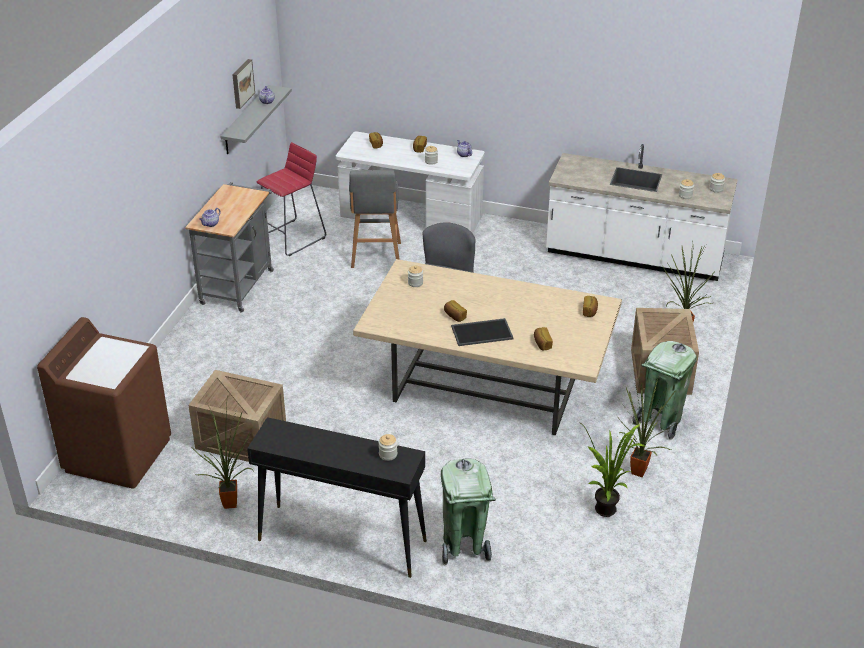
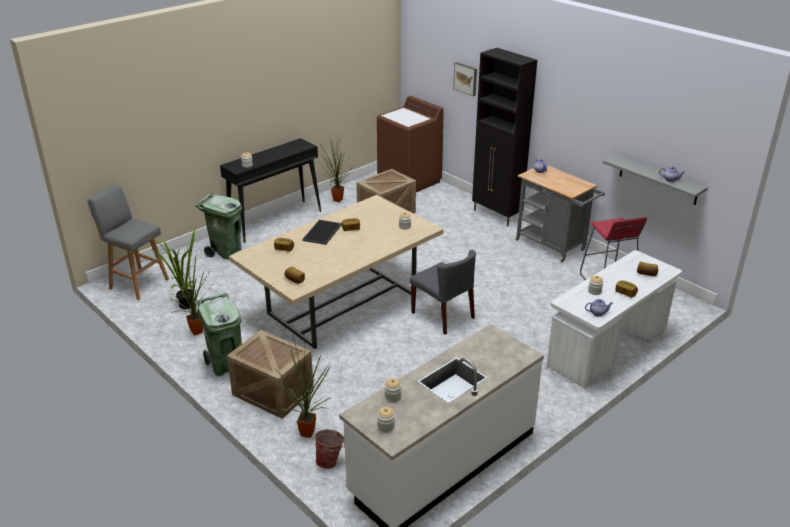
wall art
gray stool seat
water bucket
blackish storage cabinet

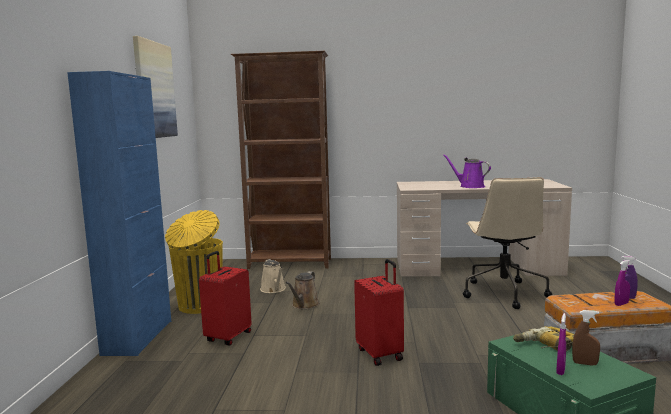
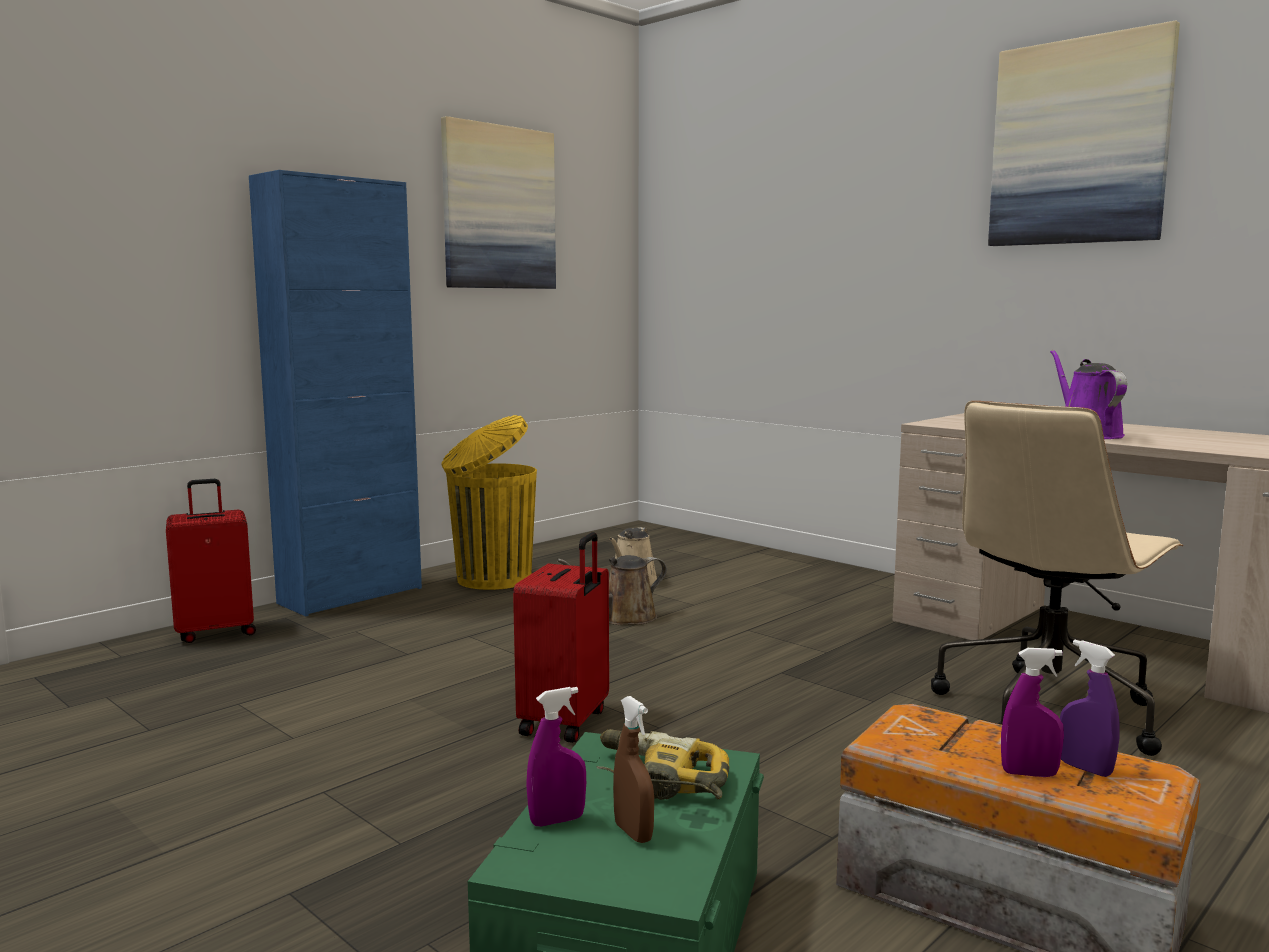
reddish suitcase (1st from left)
brownish bookcase
wall art (2nd from left)

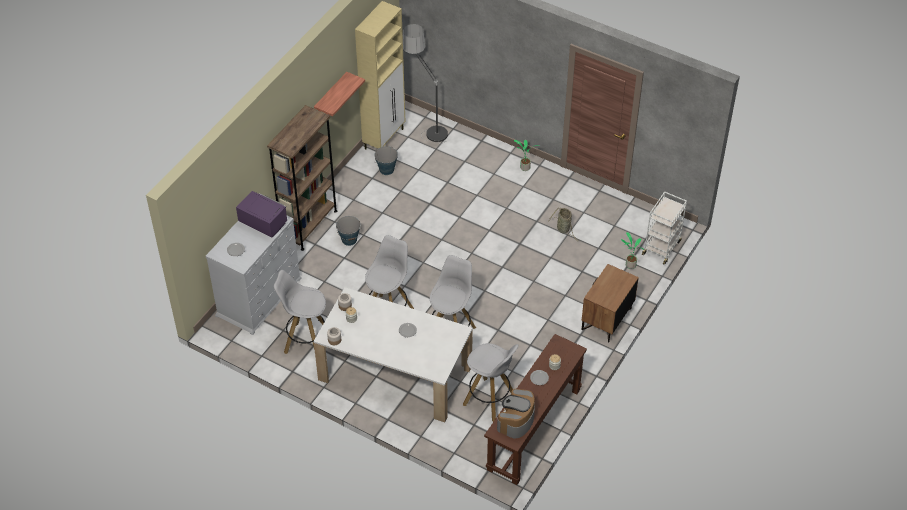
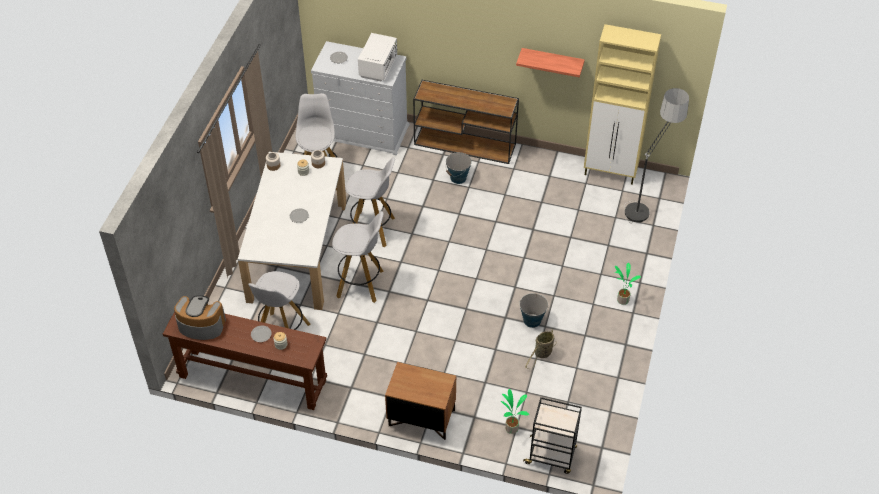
whitish microwave oven
brownish console table (2nd from left)
water bucket (2nd from left)
blackish trolley

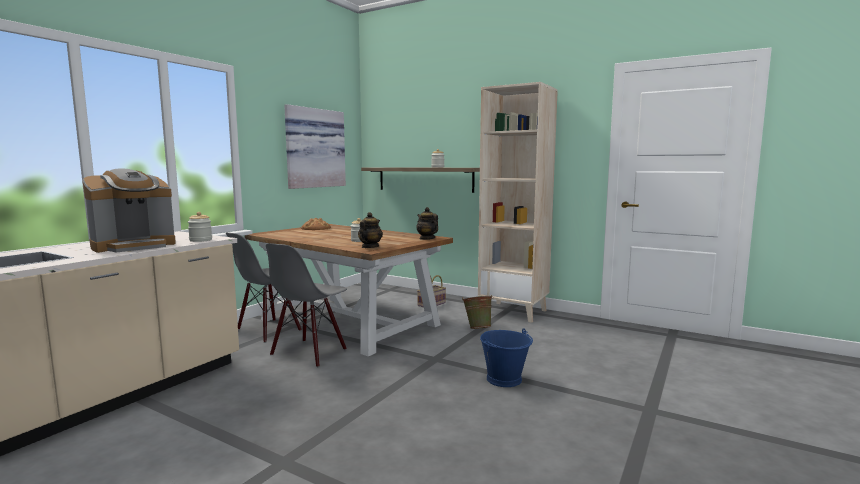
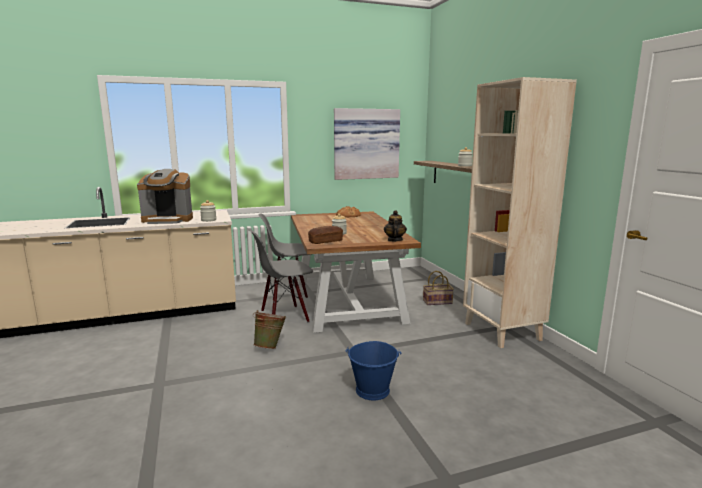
bakery bread (1st from left)
green-coloured water bucket

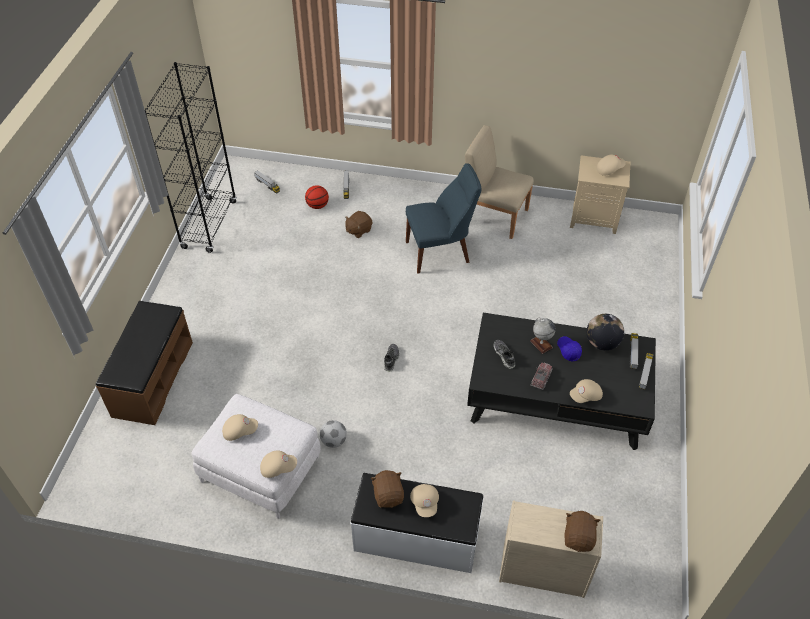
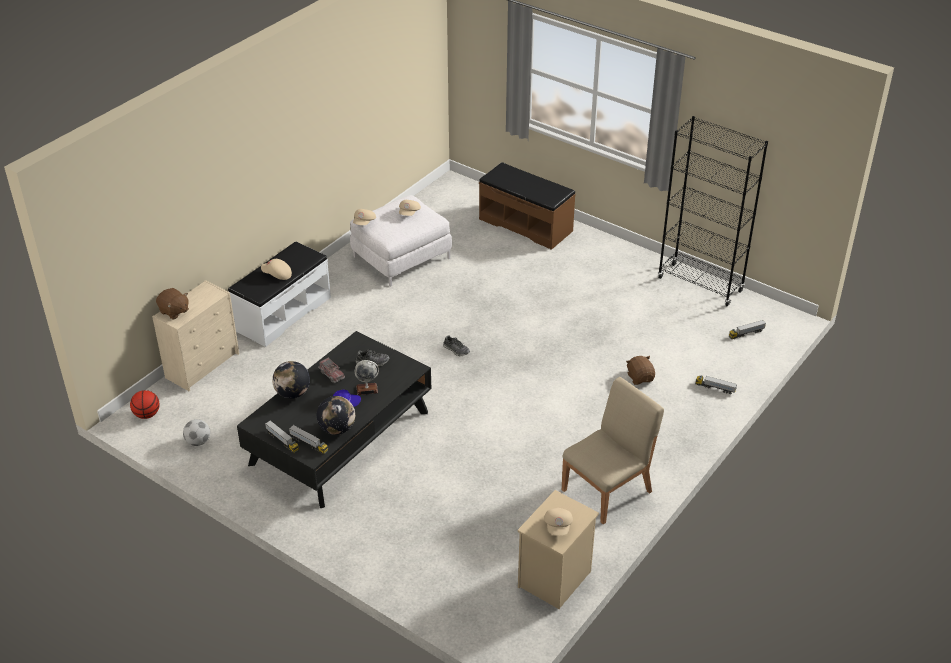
basketball
ball for football
brownish cuddly toy (2nd from left in the first image)
blue-coloured plain chair
desk globe (1st from left)

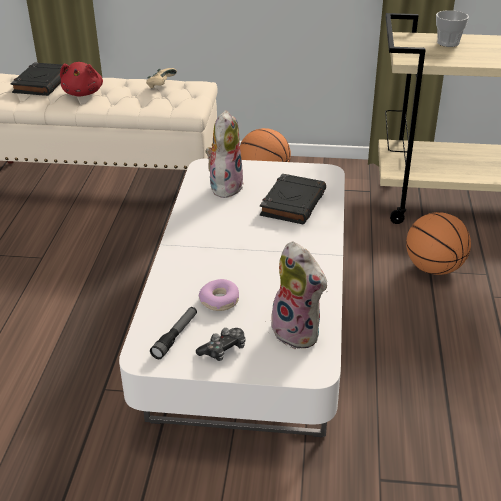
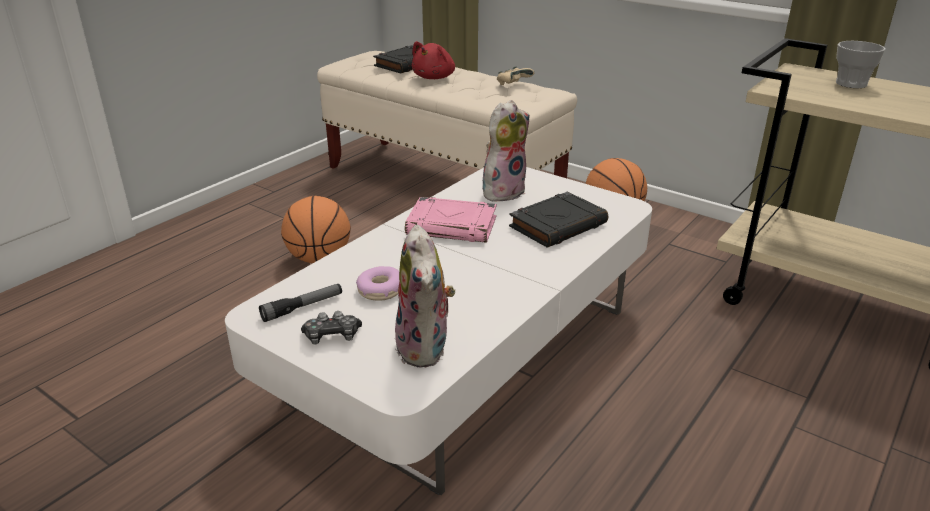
basketball (1st from left)
pink bound book

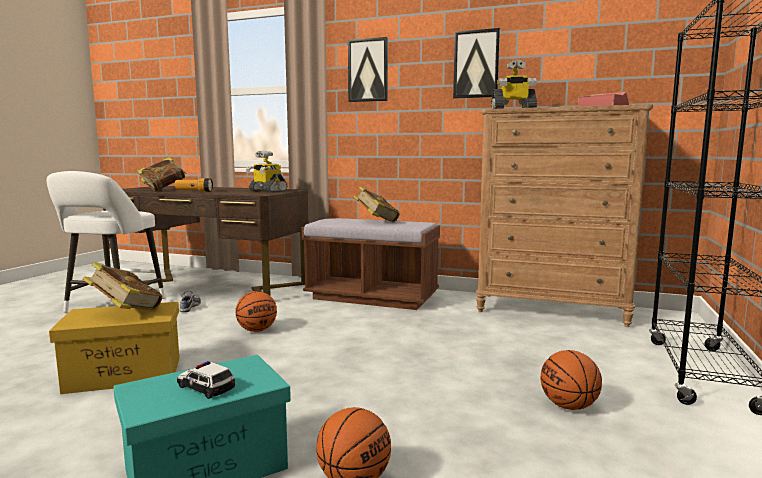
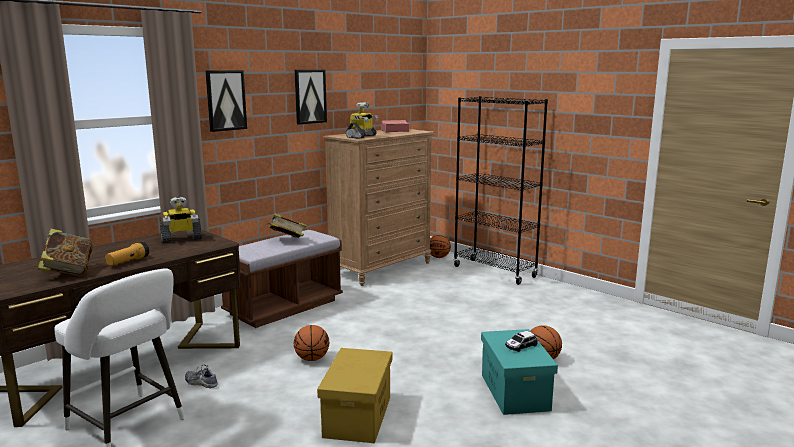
bound book (1st from left in the first image)
basketball (2nd from left)

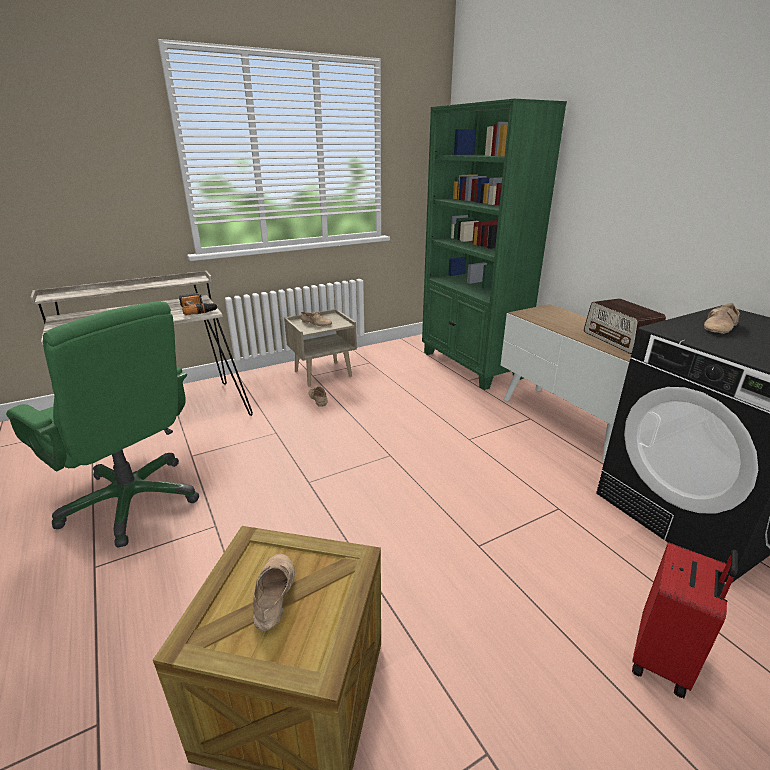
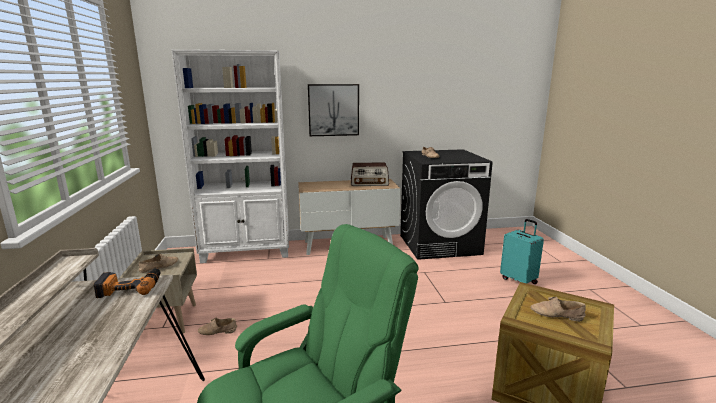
whitish bookcase
turquoise suitcase
wall art

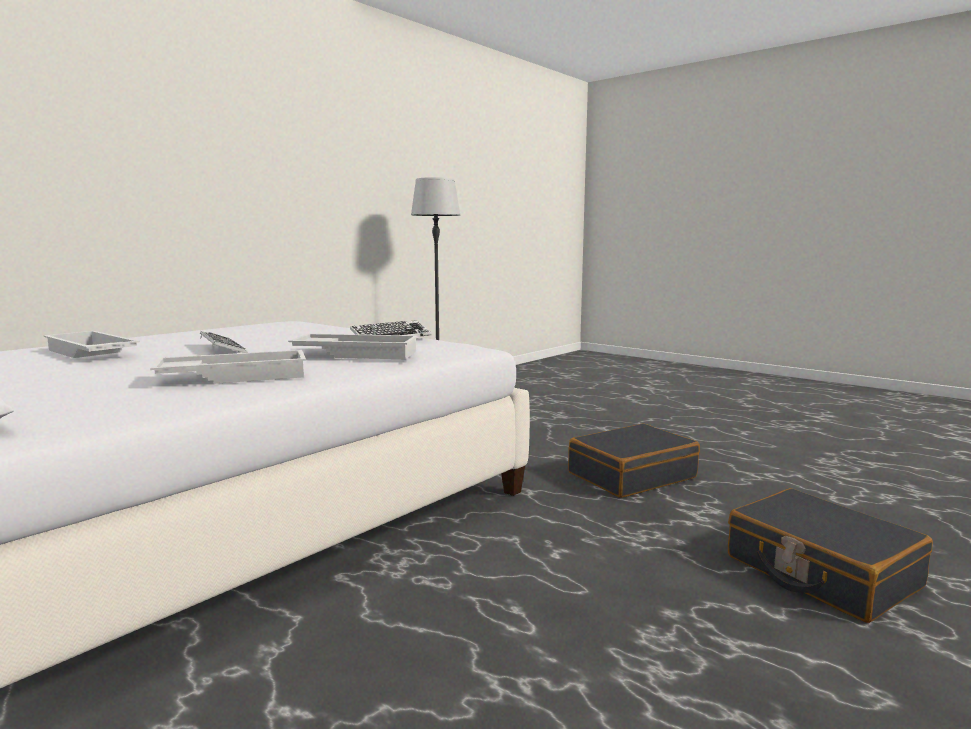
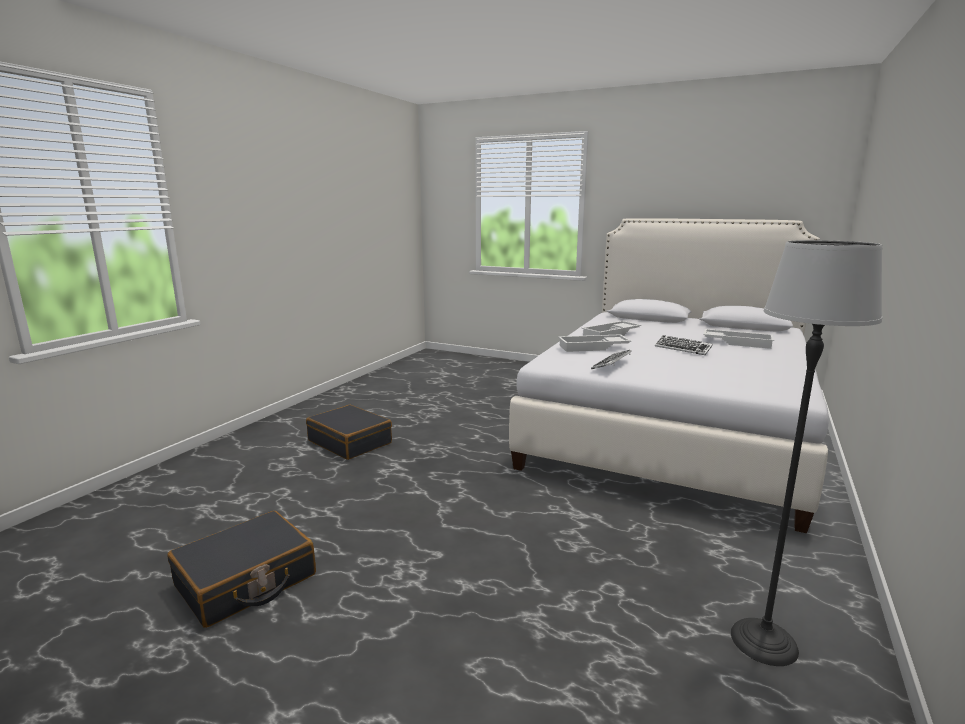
blackish suitcase (1st from left)

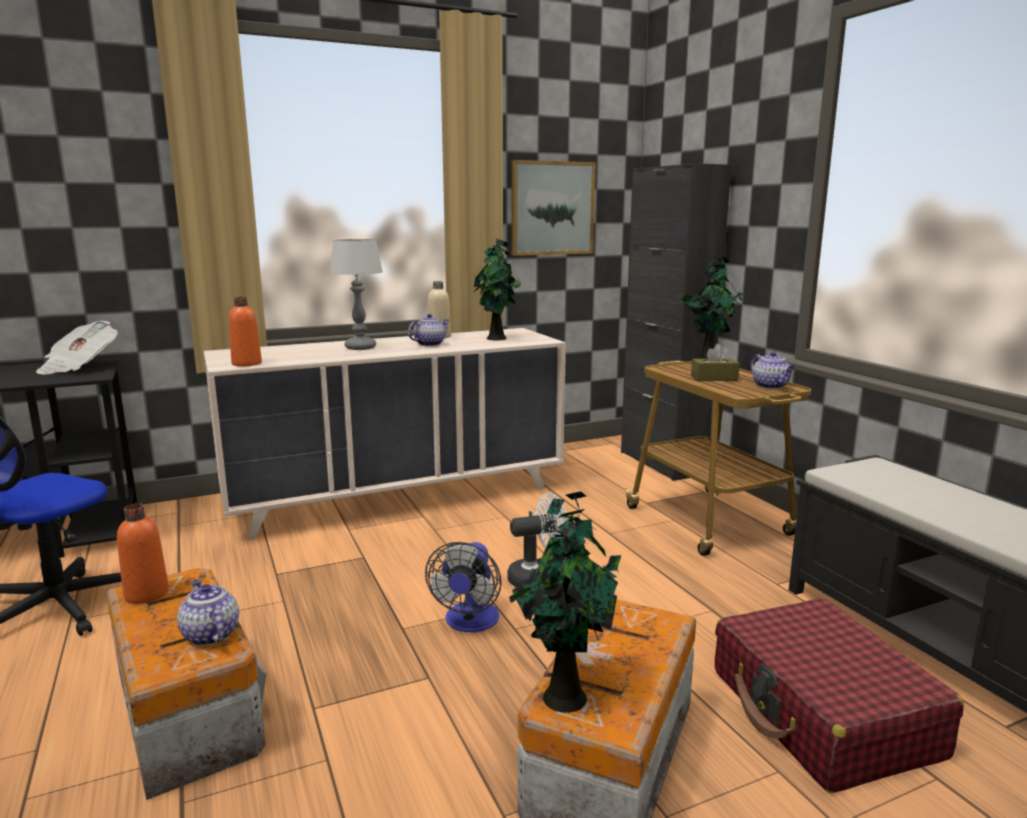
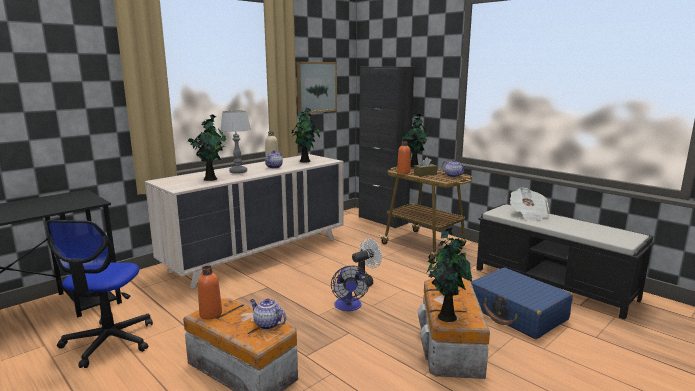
newspaper
orangey bottle (2nd from left)
blue-coloured suitcase
potted plant (1st from left)

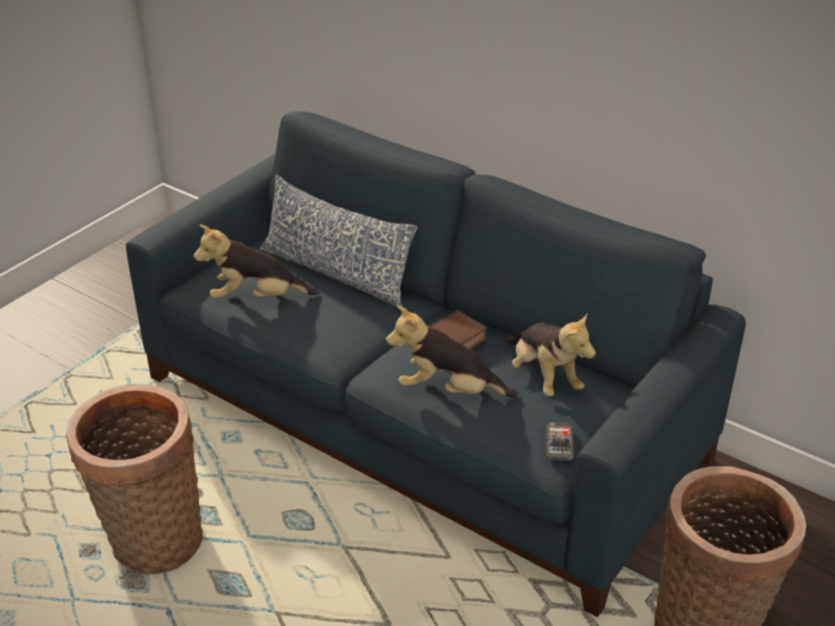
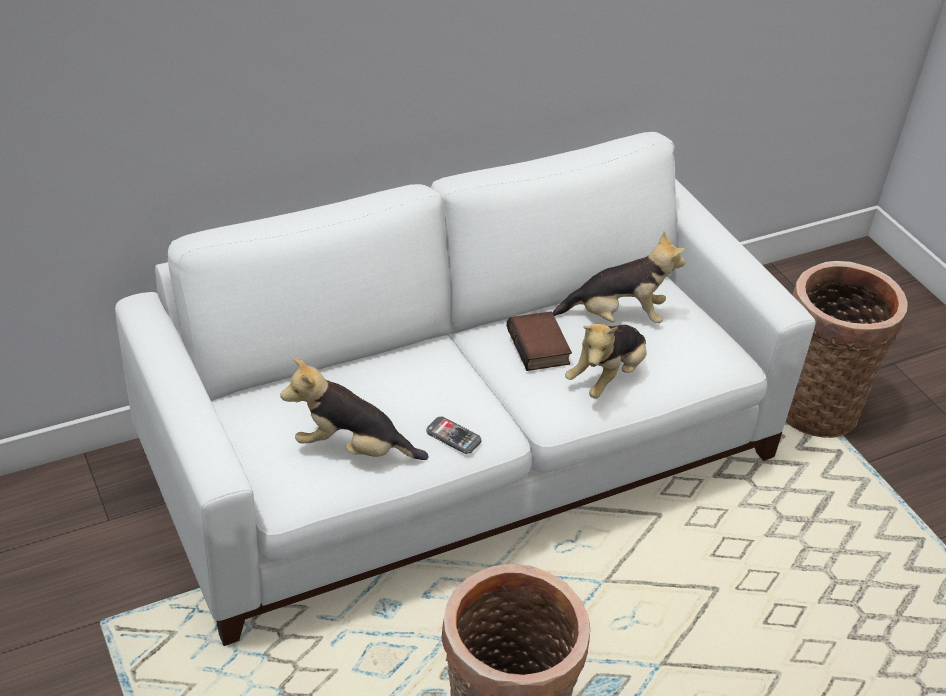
whitish couch
cuddly toy (1st from left)
pillow
telephone

